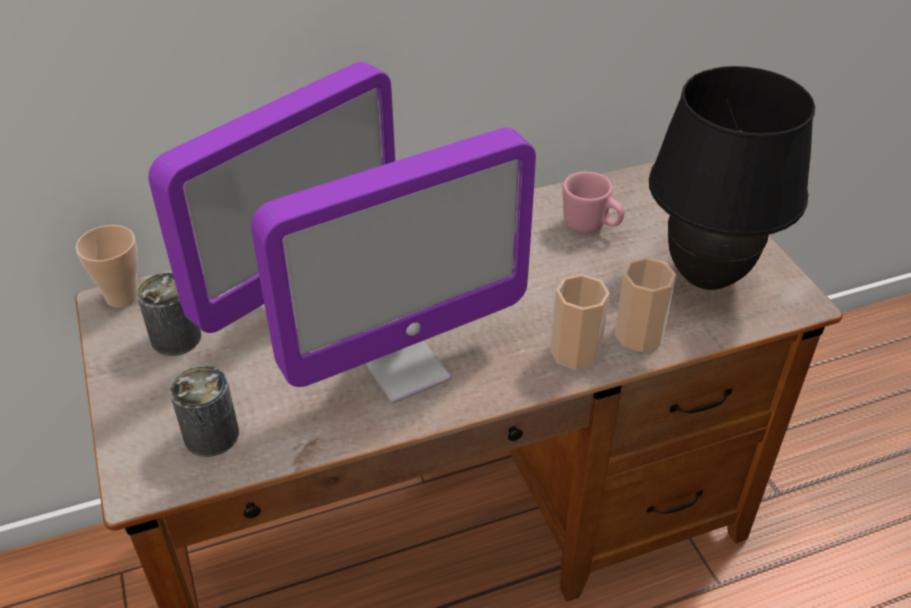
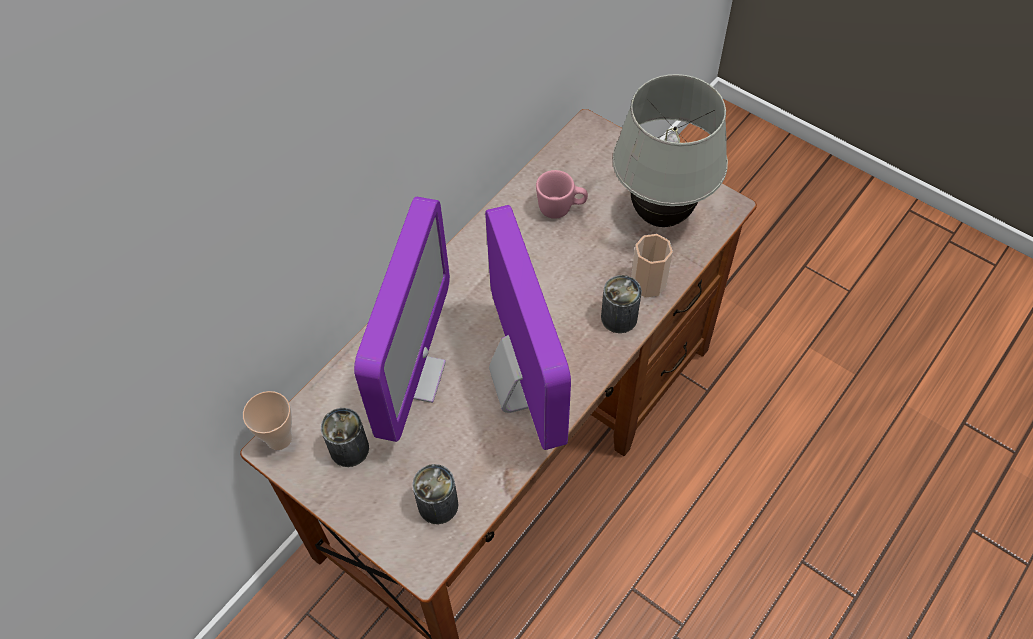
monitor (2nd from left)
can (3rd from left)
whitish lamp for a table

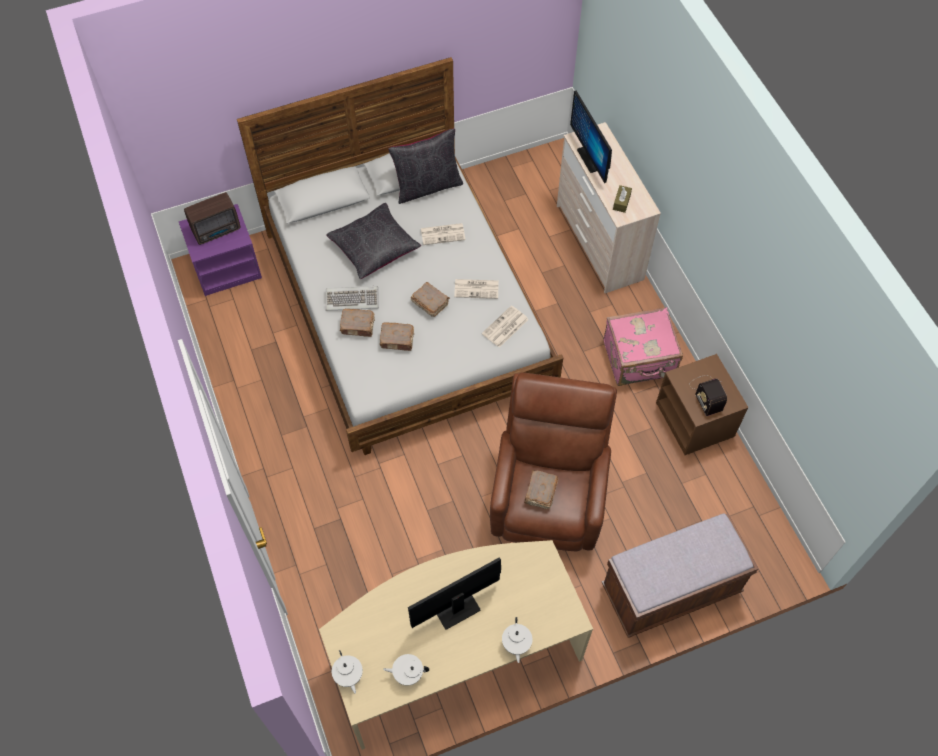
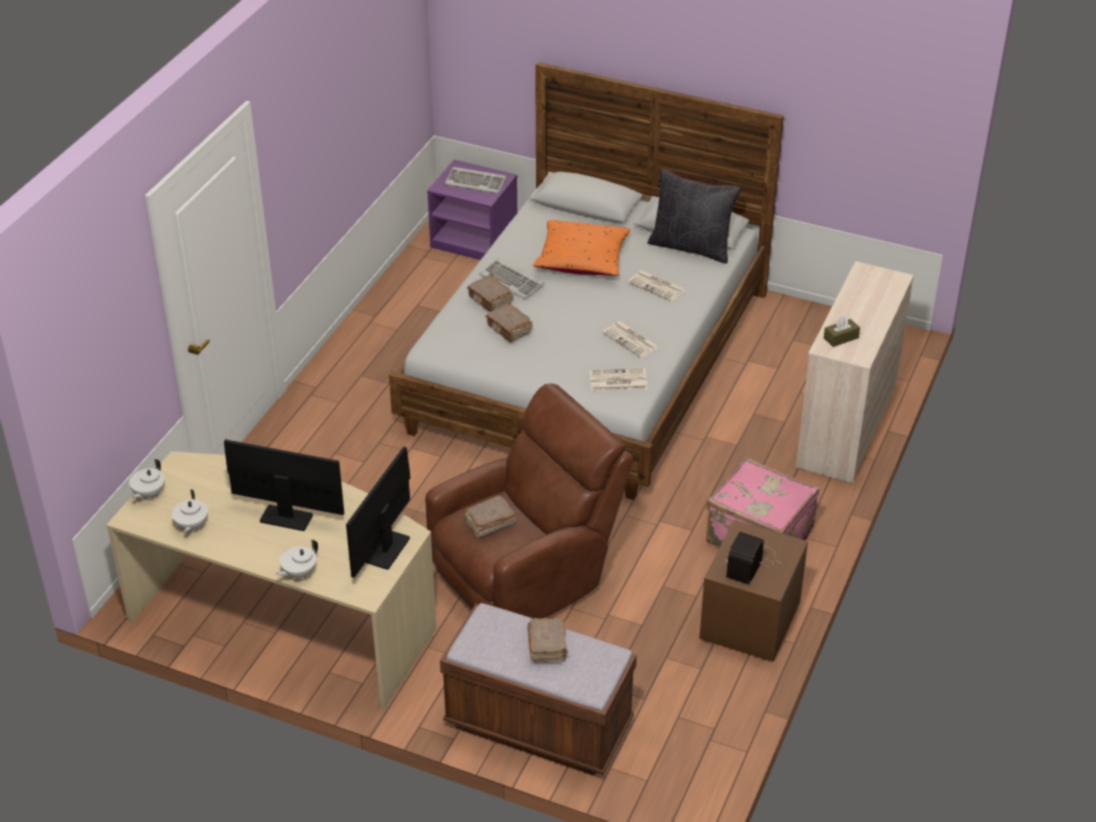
keyboard (1st from left)
orangey pillow
whitish pot for tea (2nd from left)
brownish bound book (4th from left)
monitor (2nd from left)

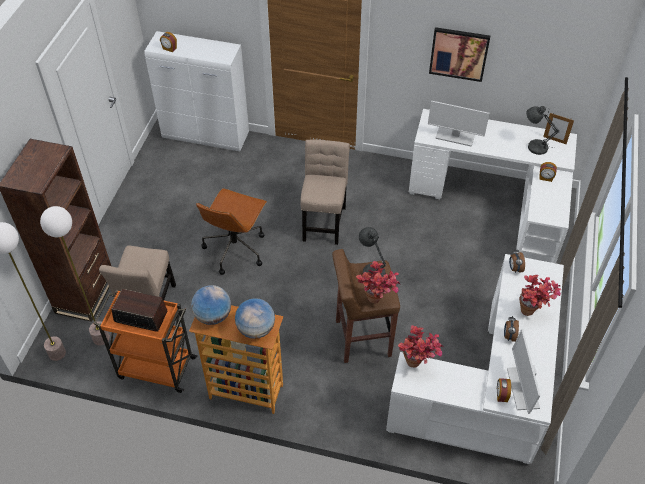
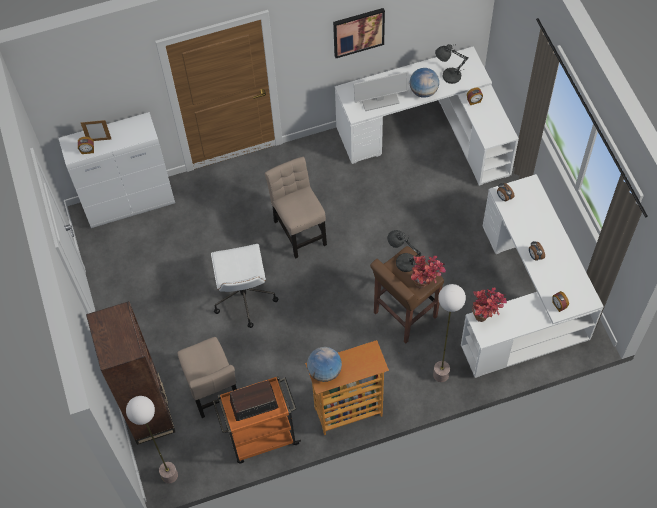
standard lamp (2nd from left)
whitish office chair
desk globe (2nd from left)
monitor (2nd from left in the first image)
potted plant (3rd from left in the first image)
standing frame

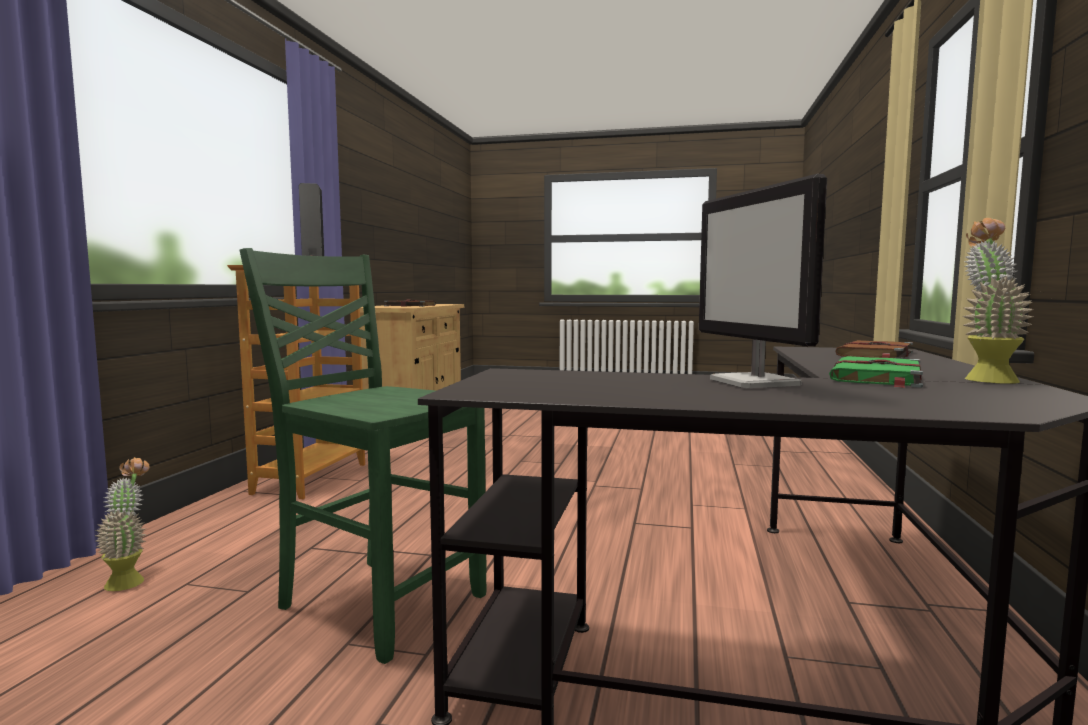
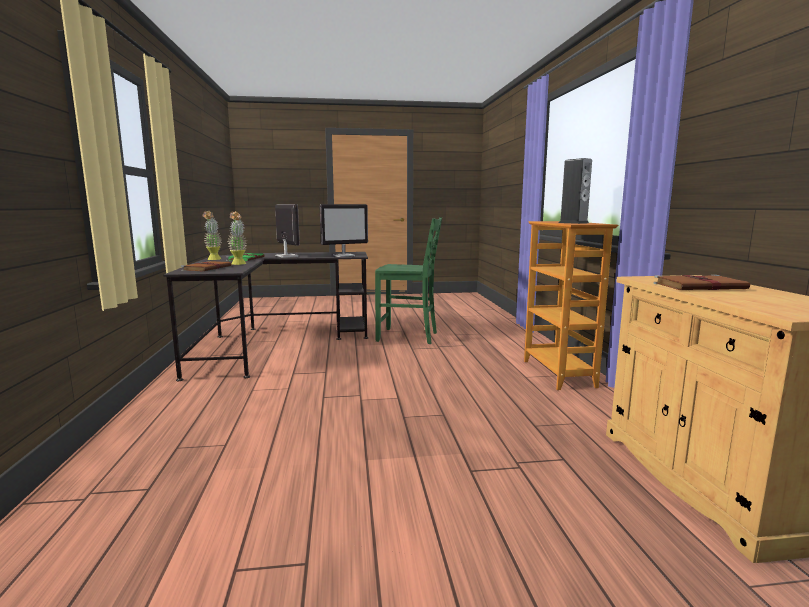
potted plant (2nd from left)
monitor (2nd from left)

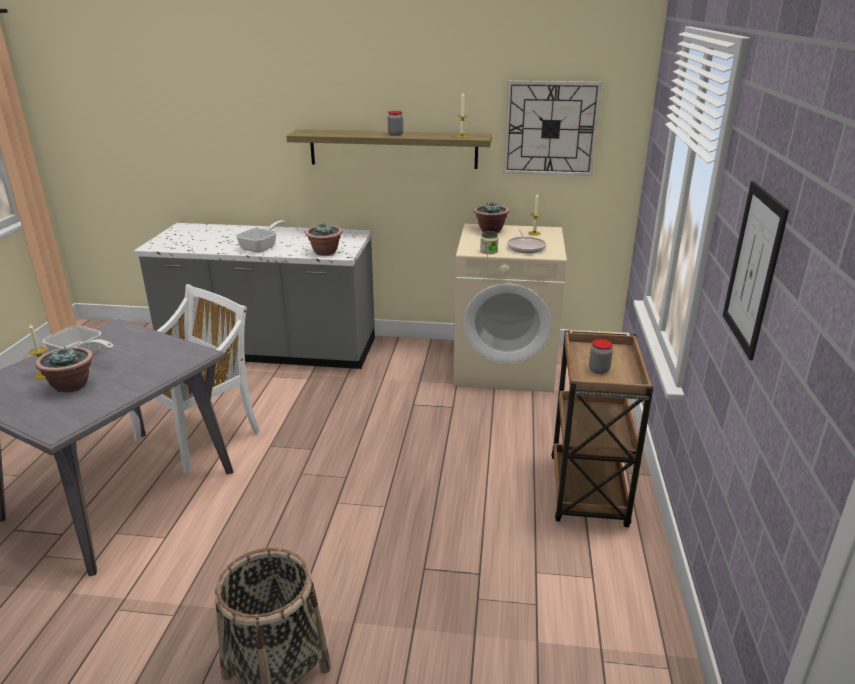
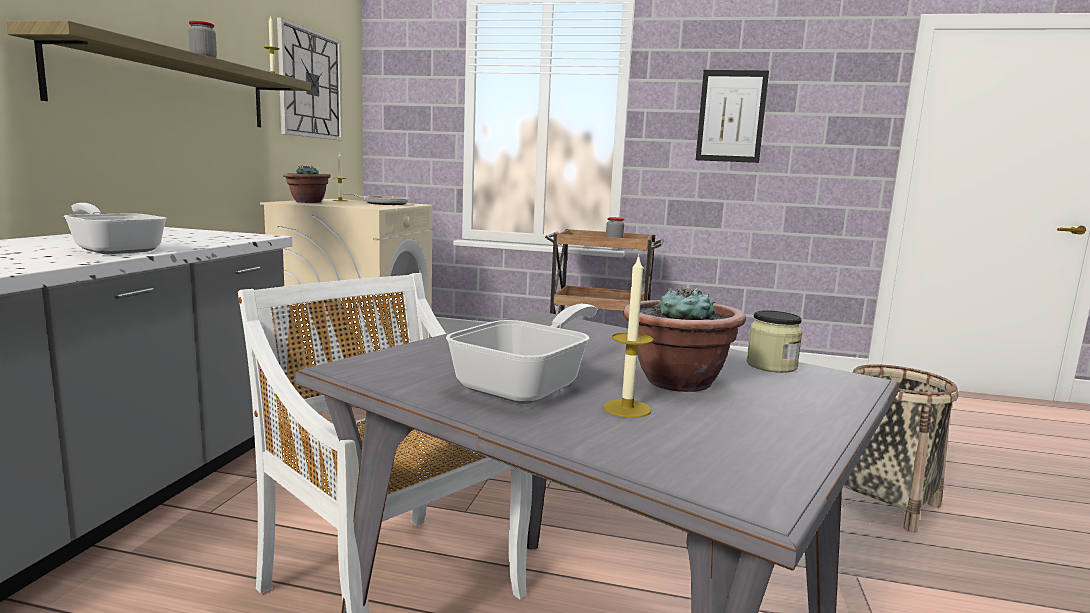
potted plant (2nd from left in the first image)
preserve jar (3rd from left)

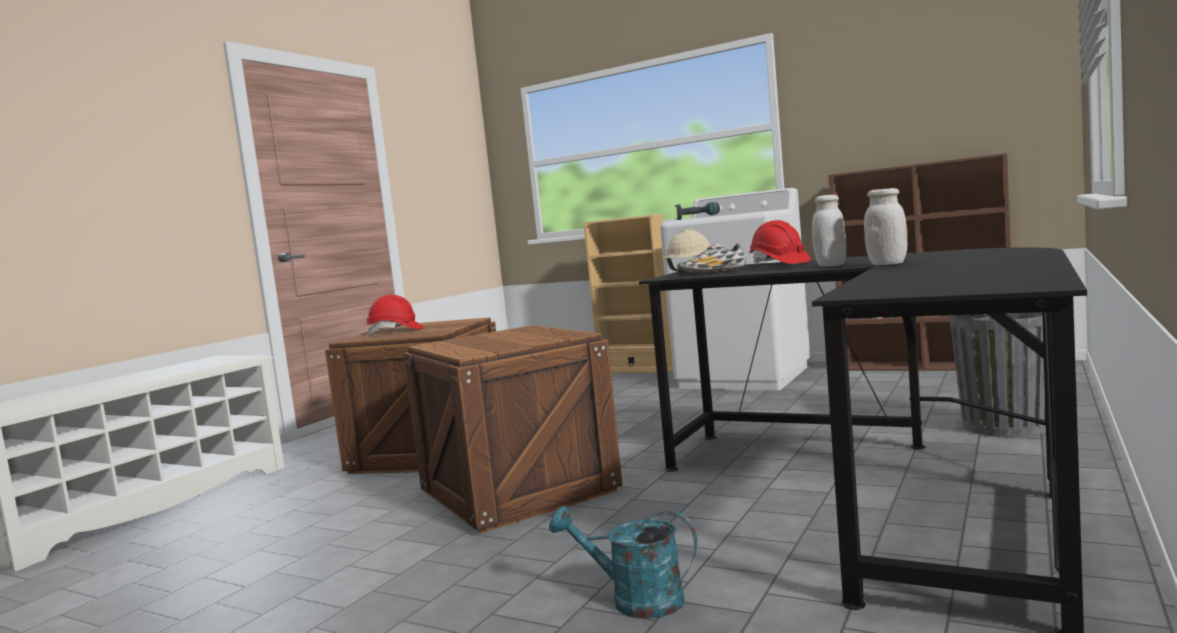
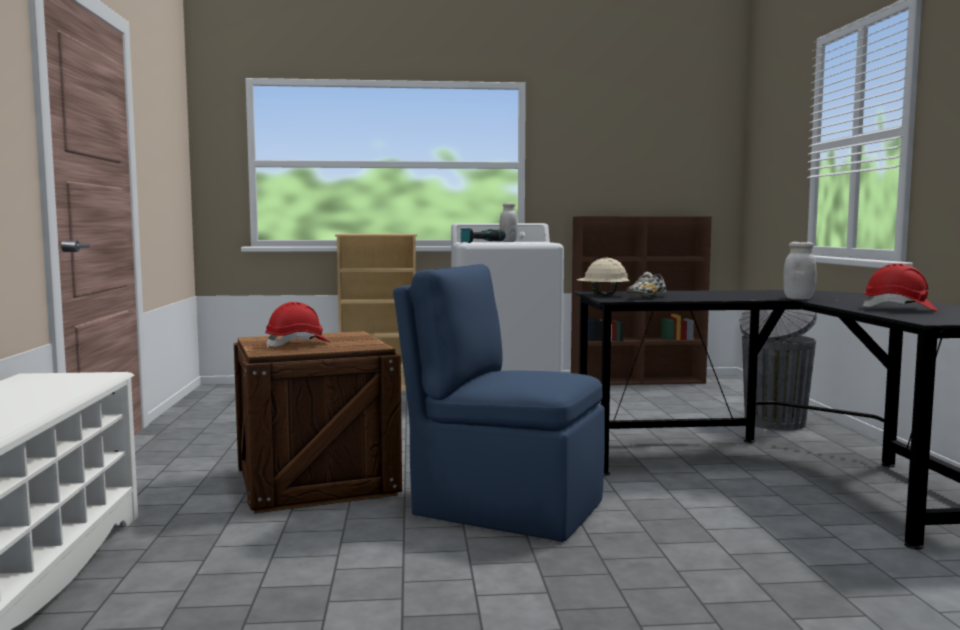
blue-coloured plain chair
turquoise watering pot
reddish safety helmet (2nd from left)
whitish preserve jar (1st from left)

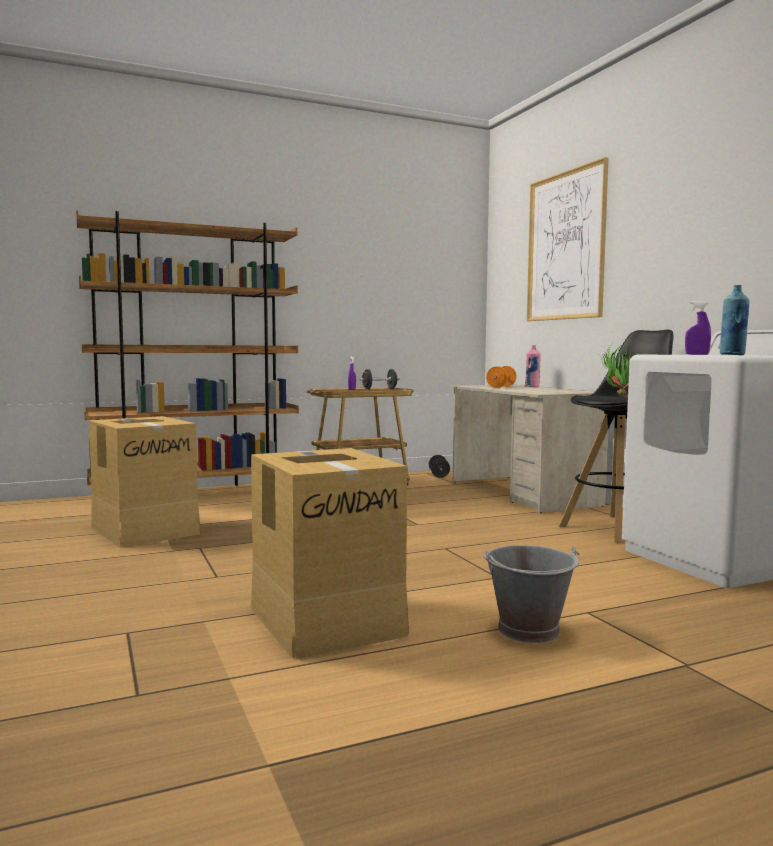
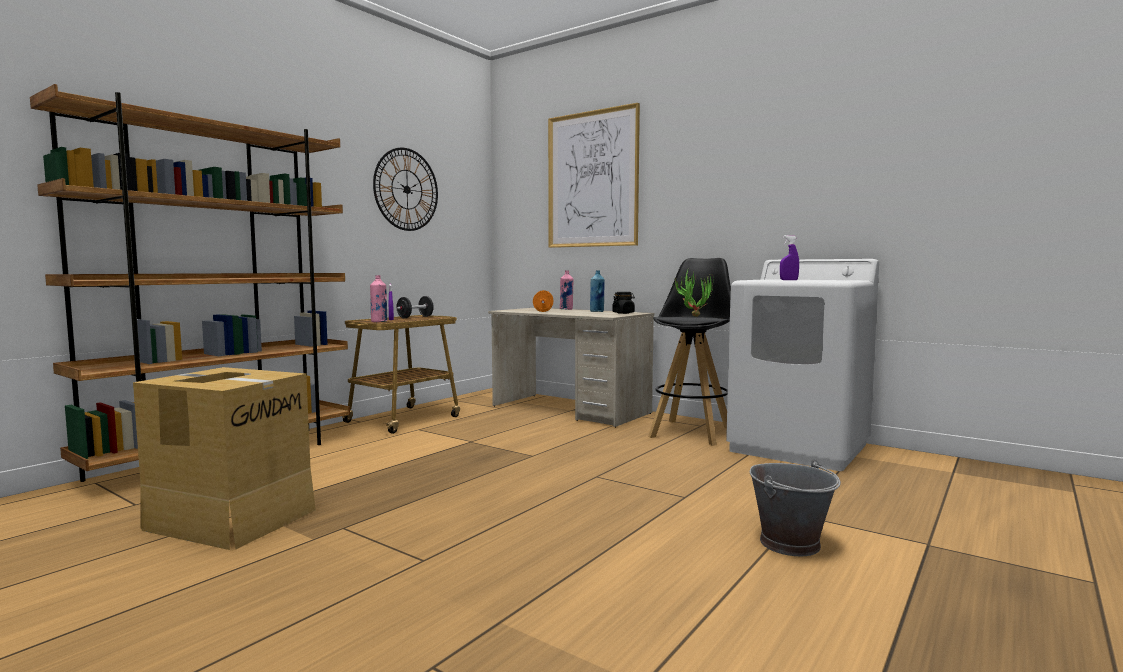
cardboard box (2nd from left in the first image)
blackish dumbbell (2nd from left in the first image)
blue-coloured bottle
pink bottle (1st from left)
hanging clock
blackish preserve jar

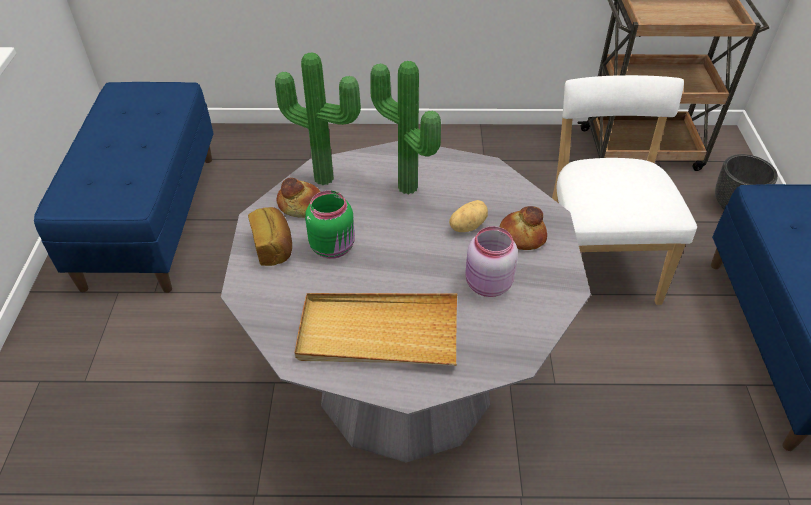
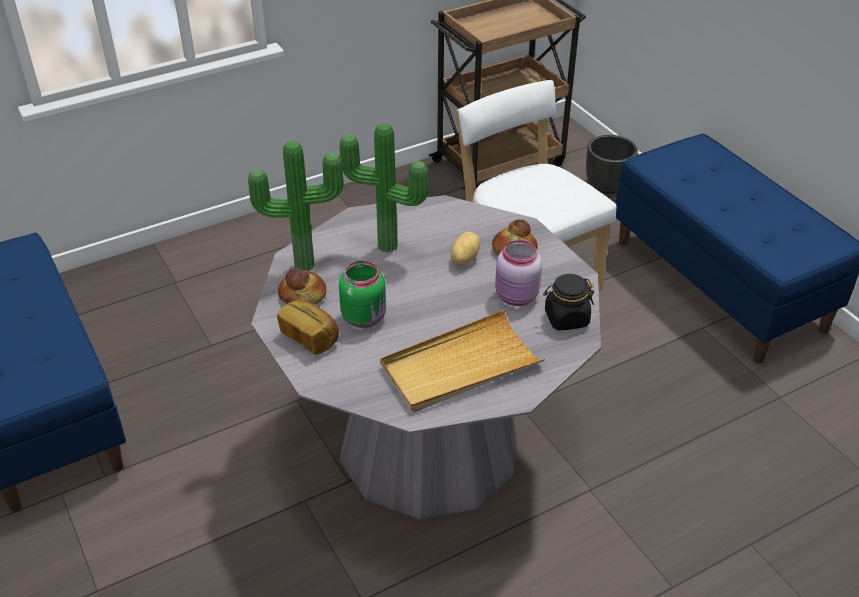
blackish preserve jar

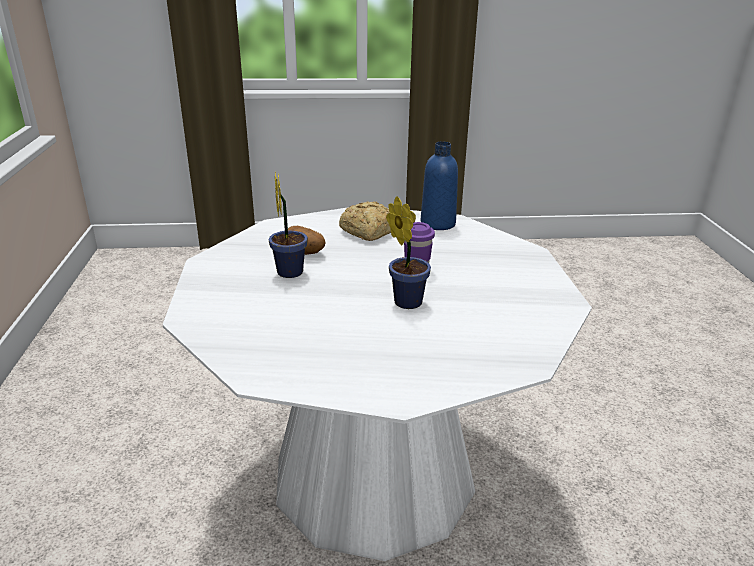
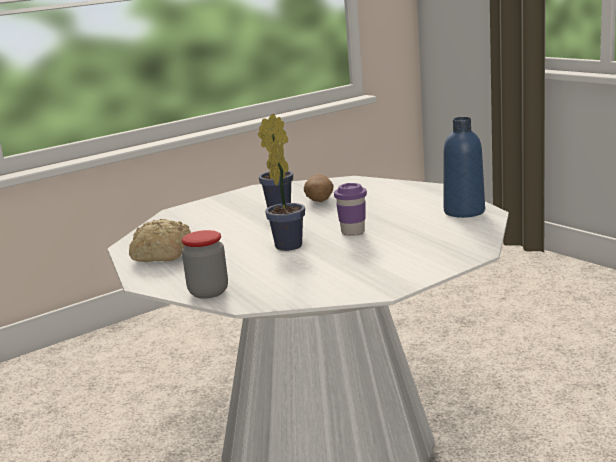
bakery bread
preserve jar

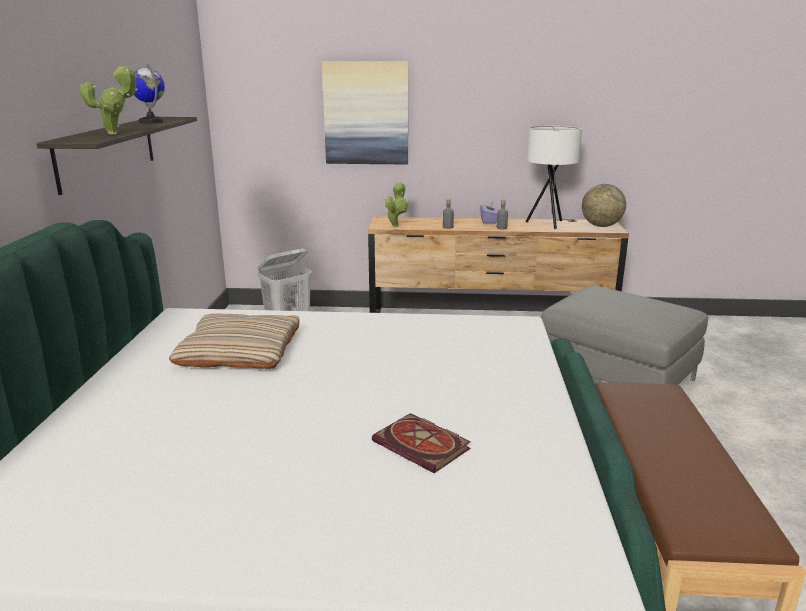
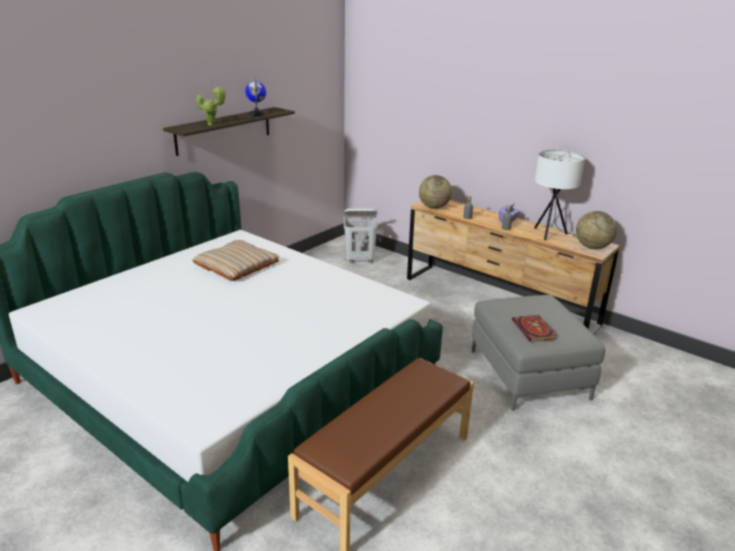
wall art
bound book
desk globe (2nd from left)

